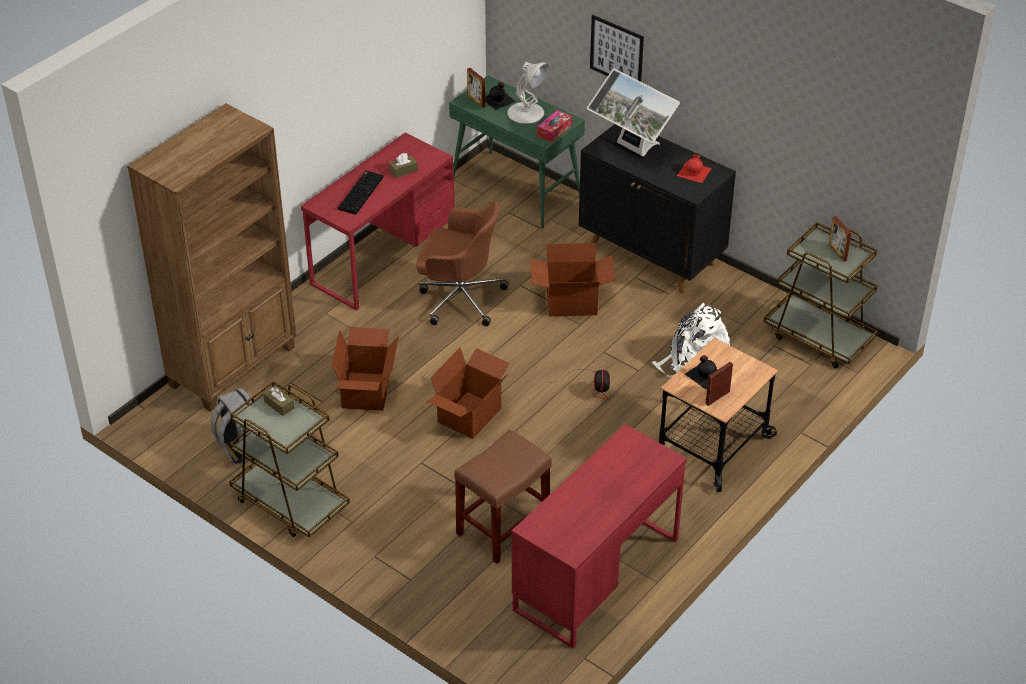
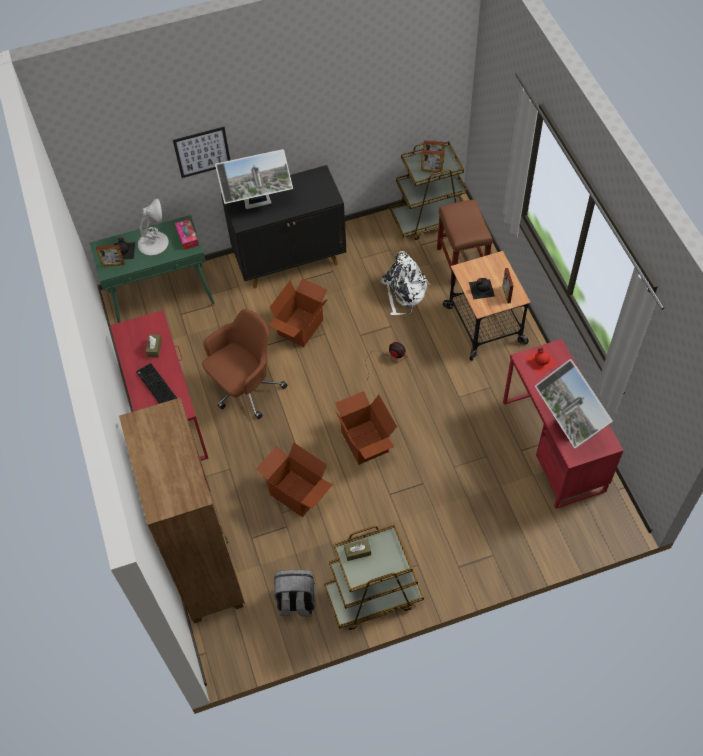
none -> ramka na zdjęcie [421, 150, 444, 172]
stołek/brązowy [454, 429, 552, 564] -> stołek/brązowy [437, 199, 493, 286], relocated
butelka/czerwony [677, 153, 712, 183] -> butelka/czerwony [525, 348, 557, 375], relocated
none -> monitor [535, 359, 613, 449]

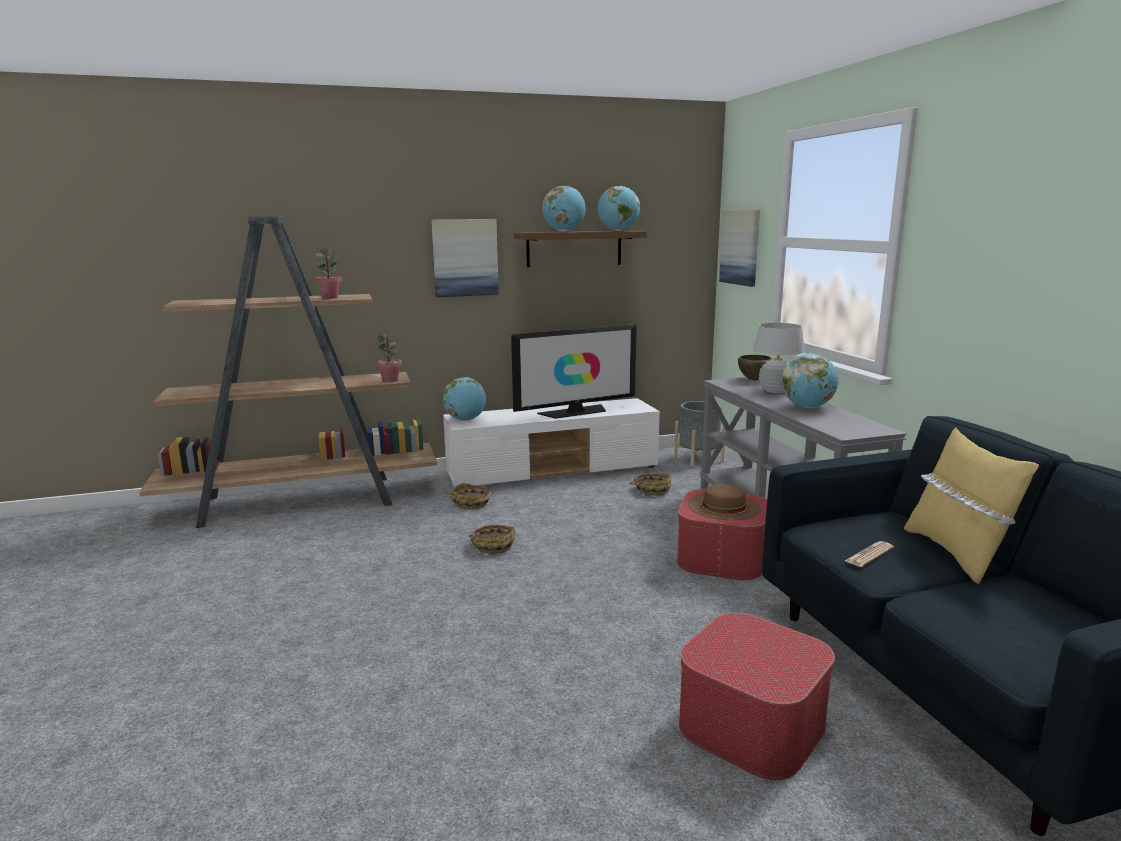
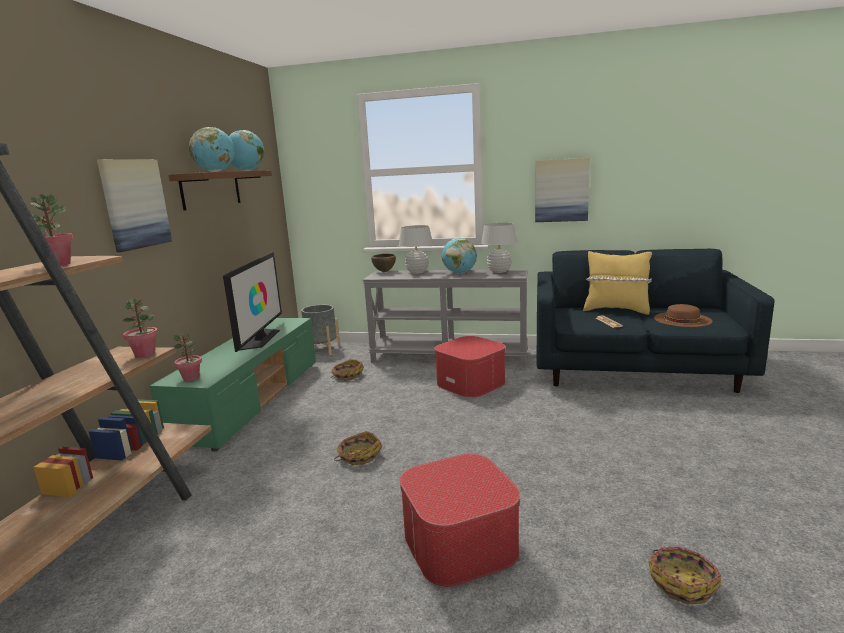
szafka pod telewizor/biały [443, 398, 660, 487] -> szafka pod telewizor/zielony [150, 318, 316, 452]
globus [443, 377, 486, 421] -> roślina doniczkowa [173, 333, 202, 381]
pufa [679, 613, 835, 781] -> pufa [399, 454, 520, 587], relocated
none -> lampa stołowa/biały [481, 223, 517, 273]
obraz [719, 210, 760, 287] -> obraz [535, 158, 590, 222], relocated
koszyk [450, 483, 492, 510] -> koszyk [649, 547, 721, 604], relocated
kapelusz/brązowy [688, 484, 761, 520] -> kapelusz/brązowy [654, 304, 712, 327], relocated

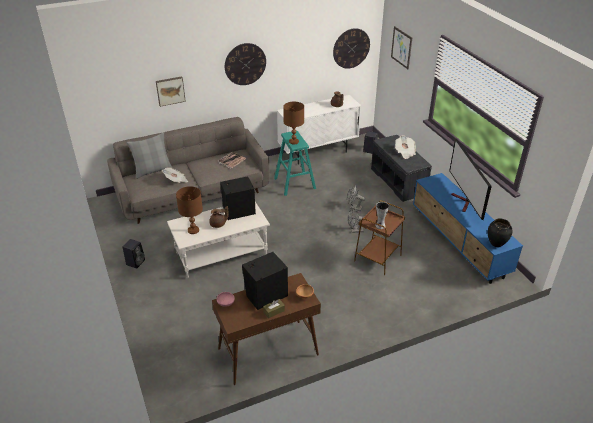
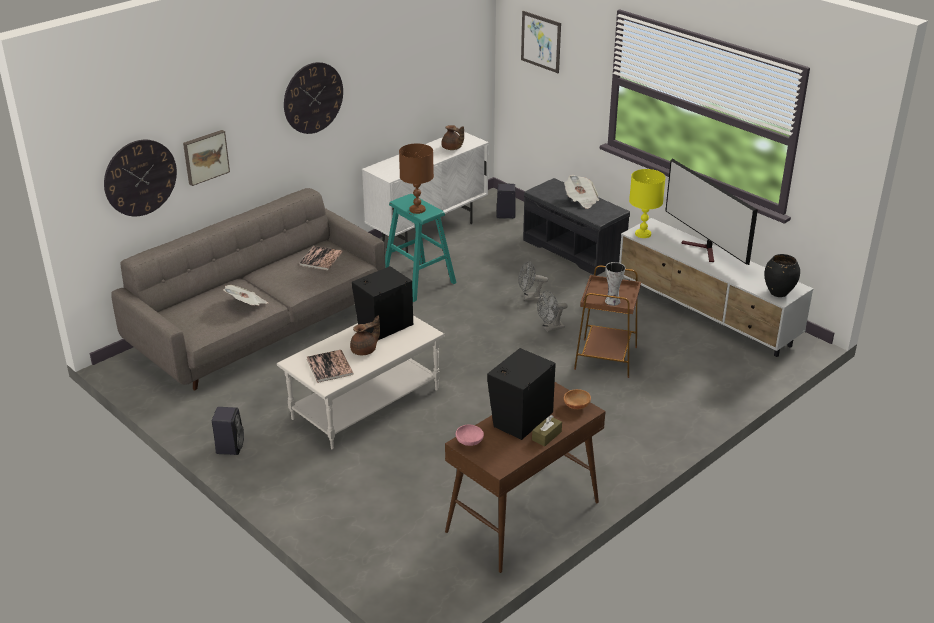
zegar ścienny [333, 28, 370, 69] -> zegar ścienny [104, 140, 177, 216], relocated
lampa stołowa/brązowy [176, 186, 203, 234] -> książka [307, 350, 354, 383]
szafka pod telewizor/niebieski [413, 173, 523, 284] -> szafka pod telewizor/biały [619, 218, 814, 357]
none -> lampa stołowa/żółty [629, 169, 666, 238]
poduszka/szary [126, 132, 172, 179] -> none

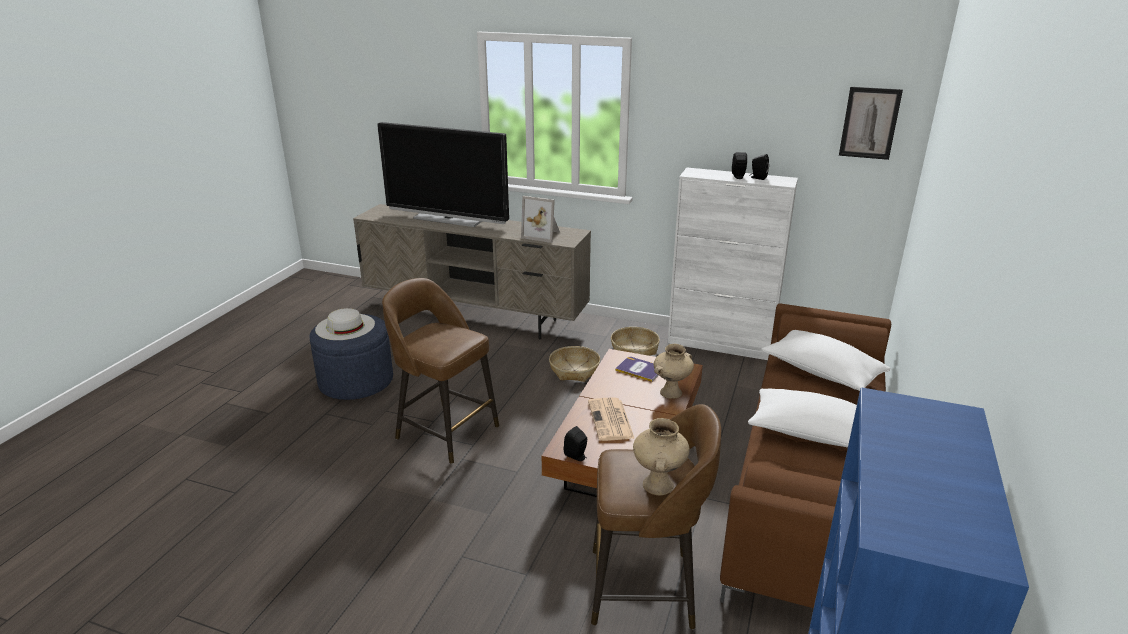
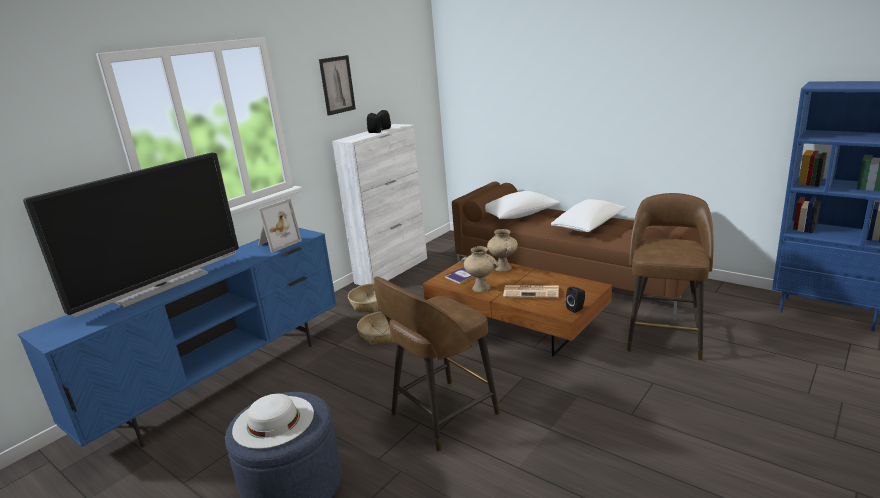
szafka pod telewizor/beżowy [353, 204, 591, 339] -> szafka pod telewizor/niebieski [18, 228, 337, 448]
obraz [839, 87, 903, 160] -> obraz [319, 55, 356, 116], relocated
wazon/beżowy [633, 418, 689, 495] -> wazon/beżowy [461, 246, 499, 292], relocated

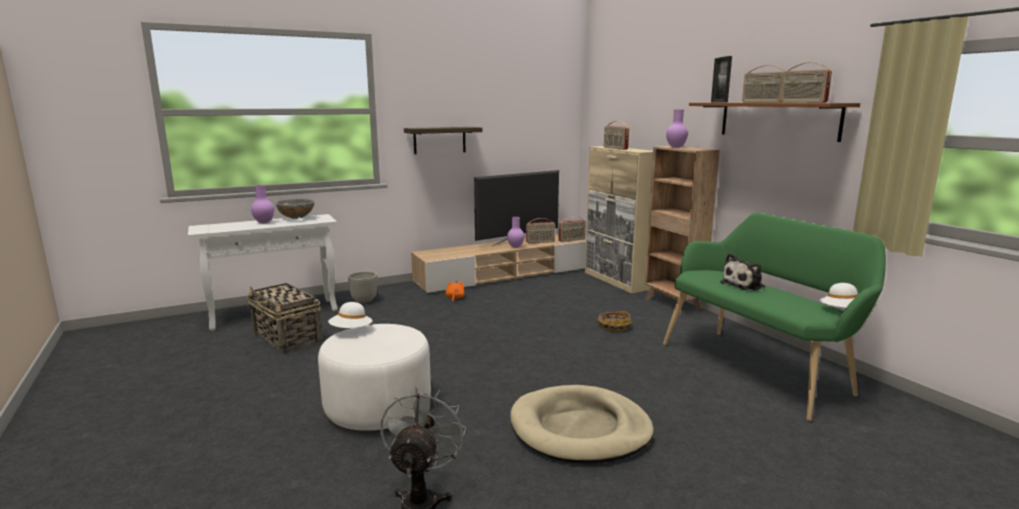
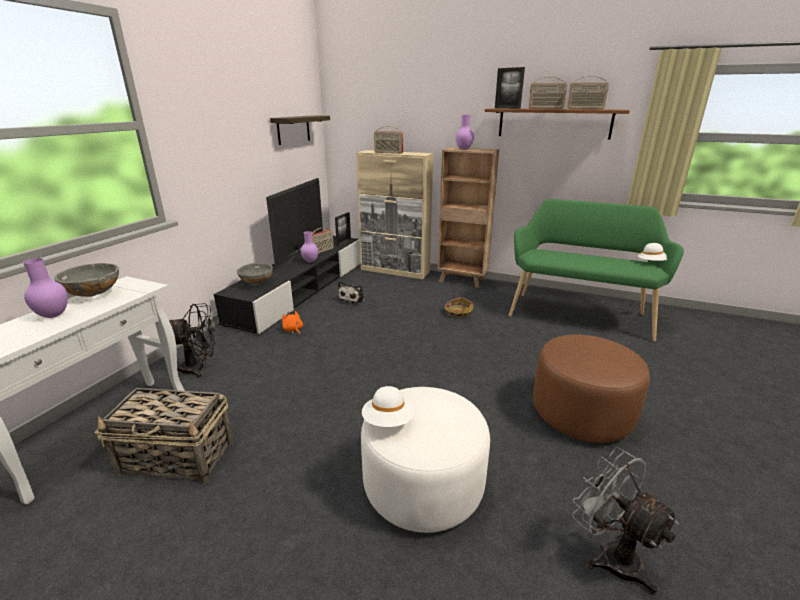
donica [348, 271, 378, 304] -> wentylator/czarny [169, 303, 215, 378]
szafka pod telewizor/beżowy [411, 234, 586, 294] -> szafka pod telewizor/czarny [213, 236, 361, 335]
none -> miska/szary [237, 263, 273, 285]
półka [404, 127, 483, 154] -> półka [270, 115, 330, 145], relocated
radio [559, 216, 586, 242] -> ramka na zdjęcie [335, 212, 351, 247]
pluszak [720, 253, 766, 291] -> pluszak [338, 281, 365, 304], relocated
legowisko/beżowy [510, 385, 654, 464] -> pufa/brązowy [533, 335, 650, 443]

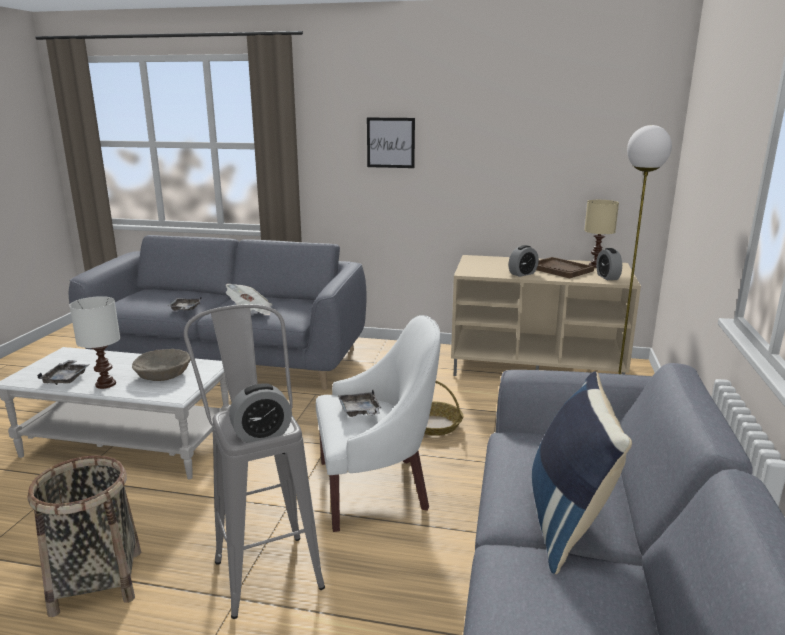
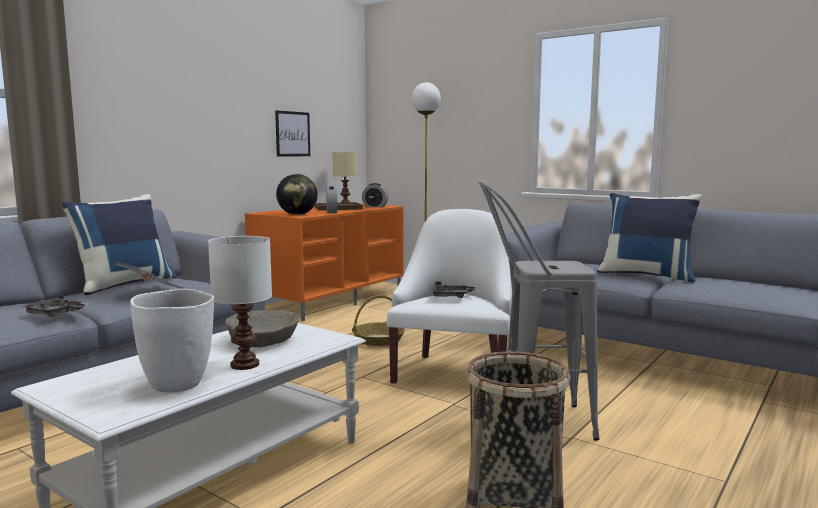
none -> poduszka/niebieski [61, 194, 177, 296]
taca/szary [37, 360, 89, 385] -> wazon/biały [130, 289, 214, 393]
szafka pod telewizor/beżowy [451, 255, 641, 376] -> szafka pod telewizor/pomarańczowy [245, 203, 404, 321]
obraz [367, 117, 415, 168] -> obraz [275, 110, 310, 157], relocated
none -> globus [276, 174, 318, 215]
budzik [229, 383, 292, 443] -> none

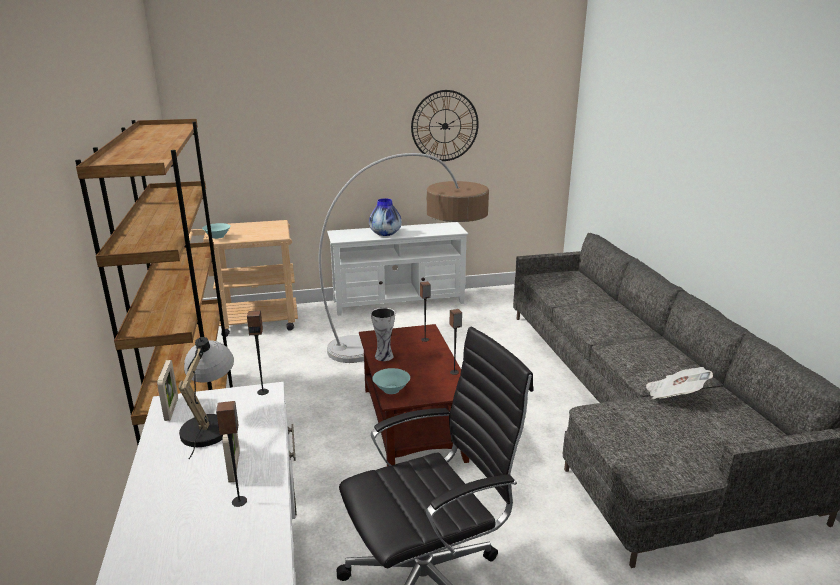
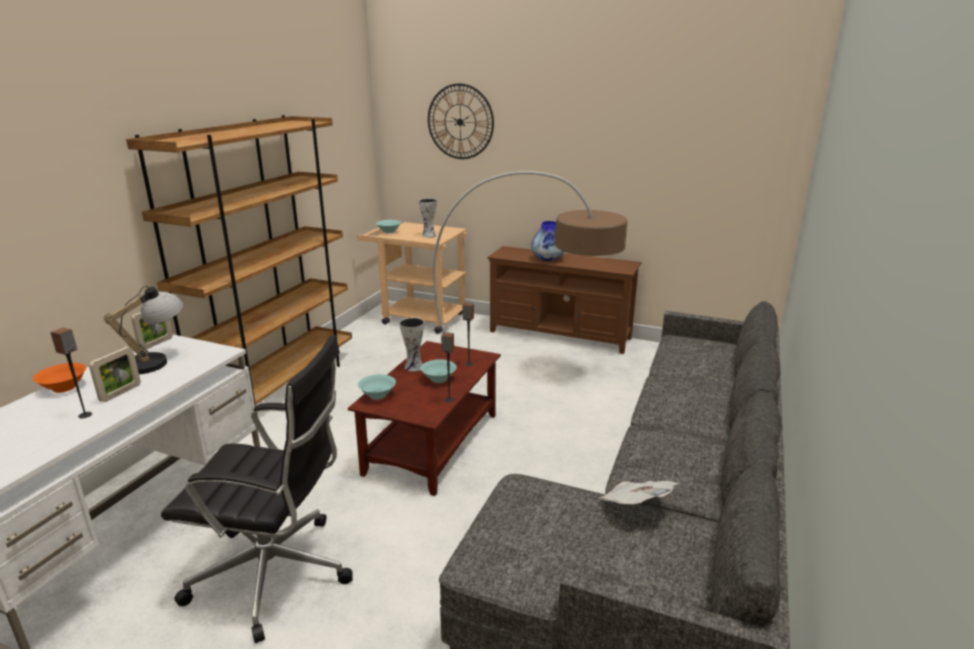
none -> miska/pomarańczowy [33, 363, 86, 393]
none -> wazon [419, 198, 437, 238]
none -> miska/turkusowy [421, 359, 457, 383]
zegar ścienny [411, 90, 479, 161] -> zegar ścienny [428, 83, 494, 159], relocated
szafka pod telewizor/biały [327, 222, 468, 316] -> szafka pod telewizor/brązowy [488, 246, 642, 354]
głośnik [247, 310, 269, 395] -> none

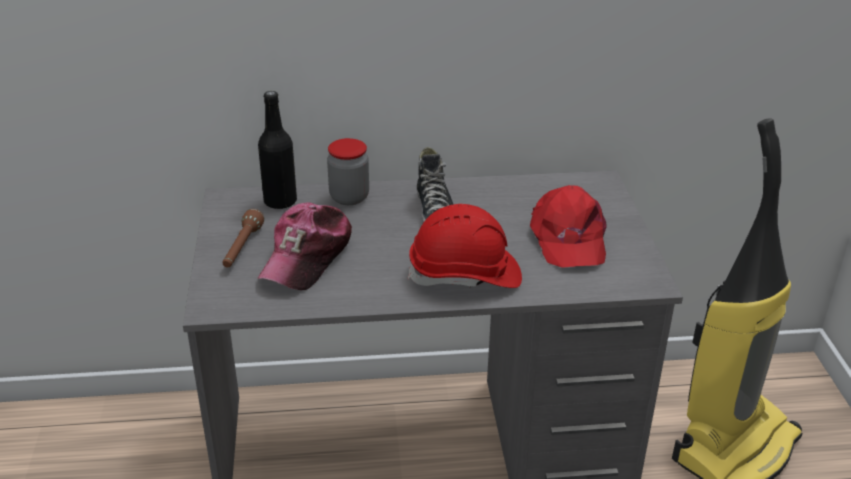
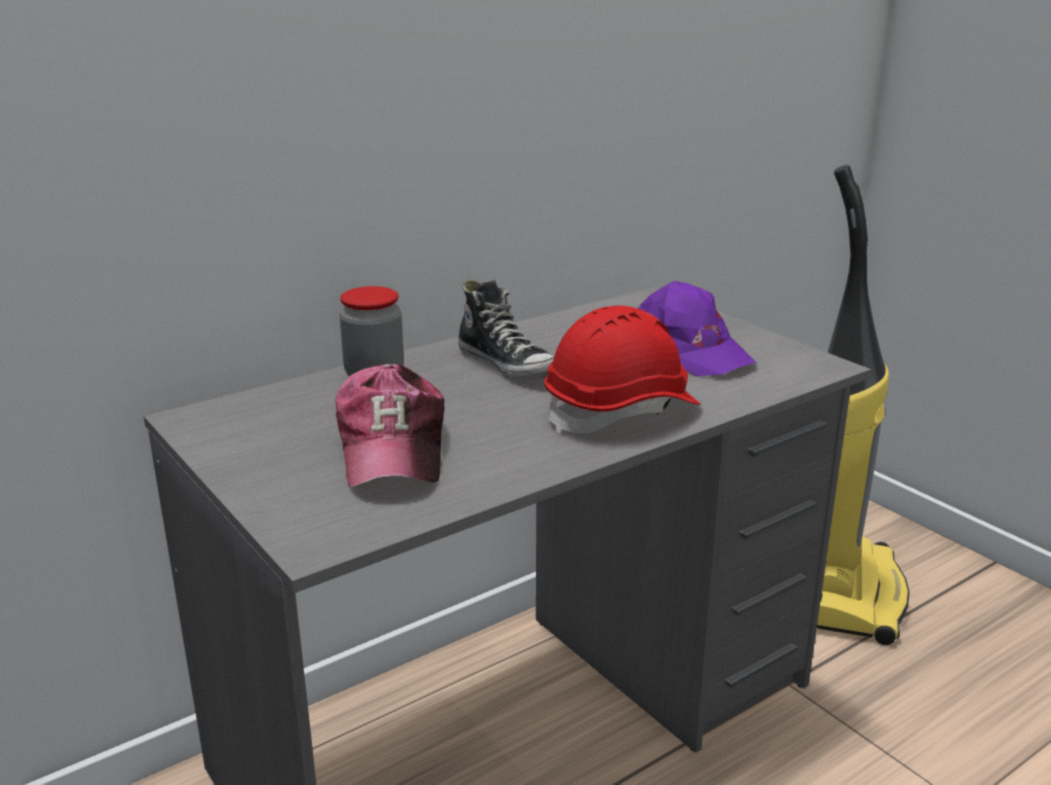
czapka z daszkiem/czerwony [530, 185, 607, 268] -> czapka z daszkiem/fioletowy [638, 281, 756, 377]
latarka/brązowy [222, 209, 264, 268] -> none
butelka/czarny [258, 91, 297, 209] -> none

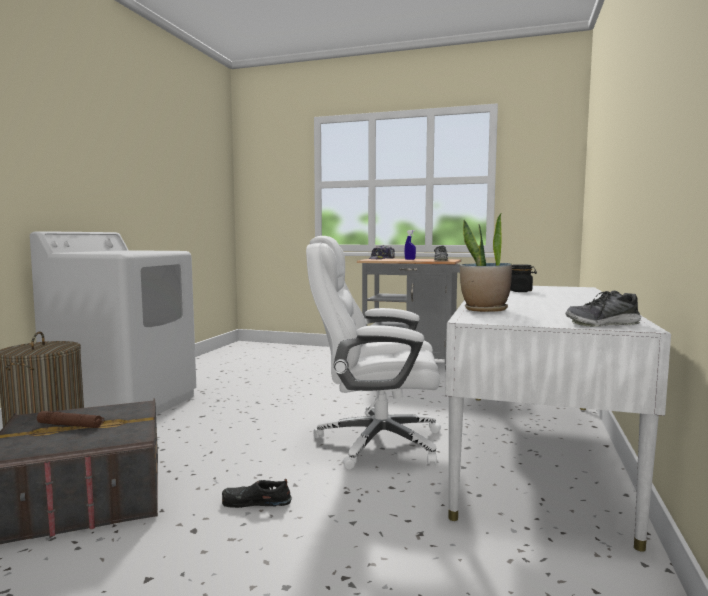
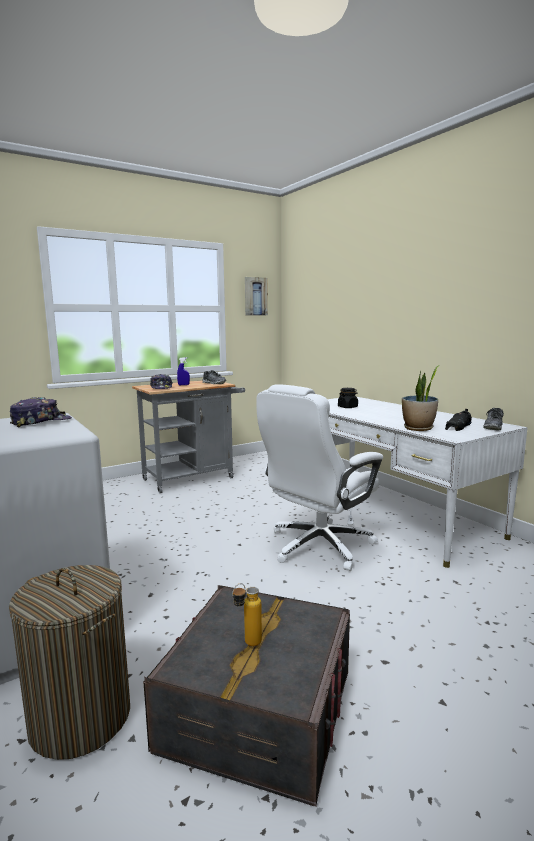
none -> czapka z daszkiem [10, 397, 72, 427]
latarka/brązowy [37, 411, 105, 428] -> butelka [232, 583, 262, 646]
none -> obraz [245, 277, 268, 315]
but/czarny [222, 478, 292, 508] -> but/czarny [445, 409, 472, 431], relocated

